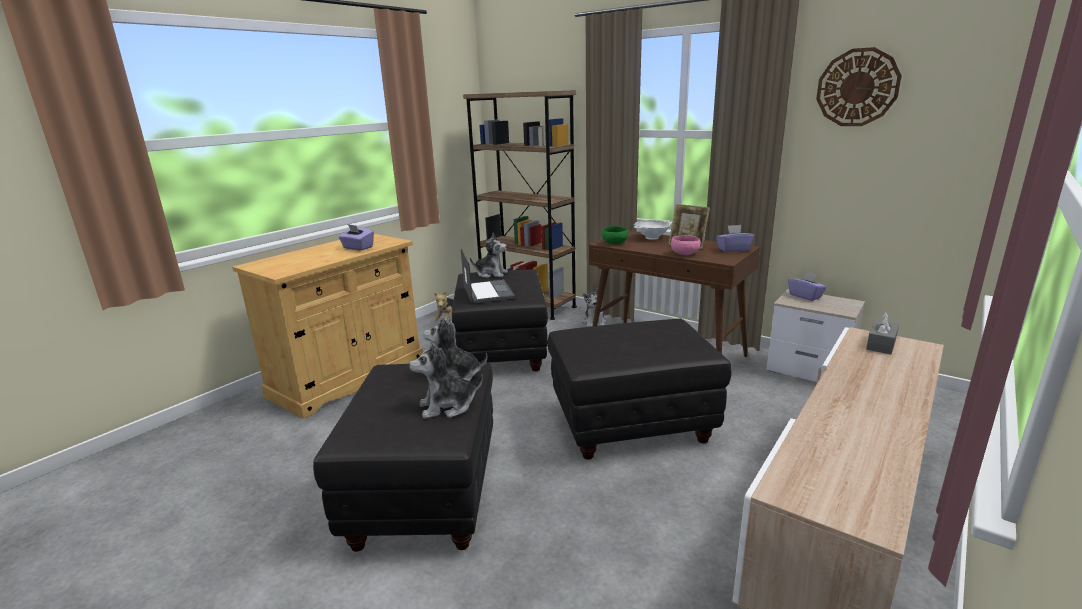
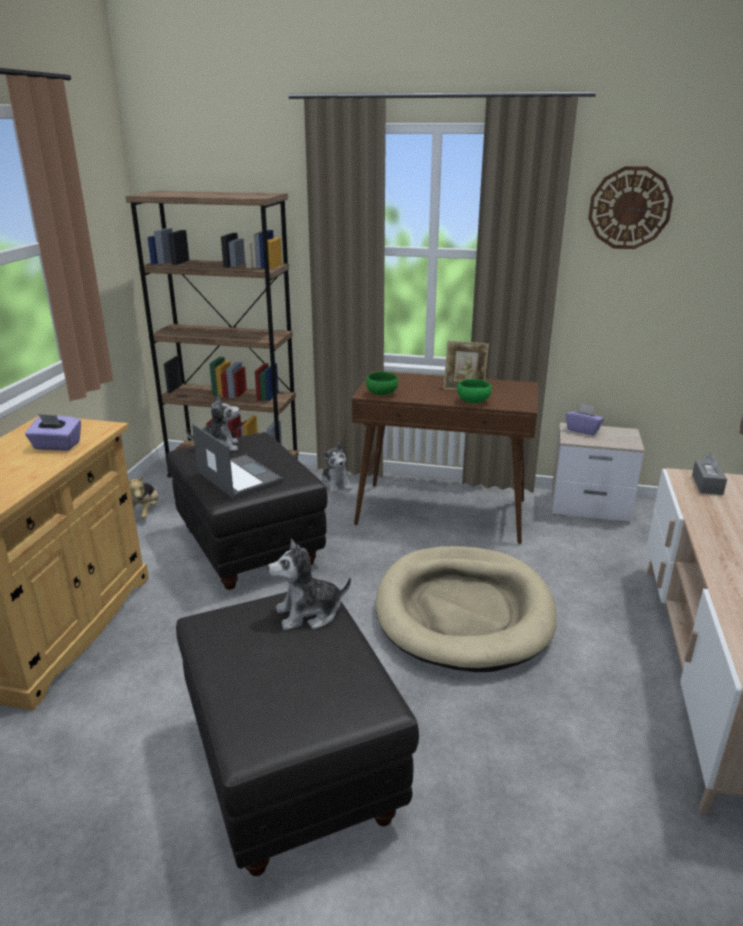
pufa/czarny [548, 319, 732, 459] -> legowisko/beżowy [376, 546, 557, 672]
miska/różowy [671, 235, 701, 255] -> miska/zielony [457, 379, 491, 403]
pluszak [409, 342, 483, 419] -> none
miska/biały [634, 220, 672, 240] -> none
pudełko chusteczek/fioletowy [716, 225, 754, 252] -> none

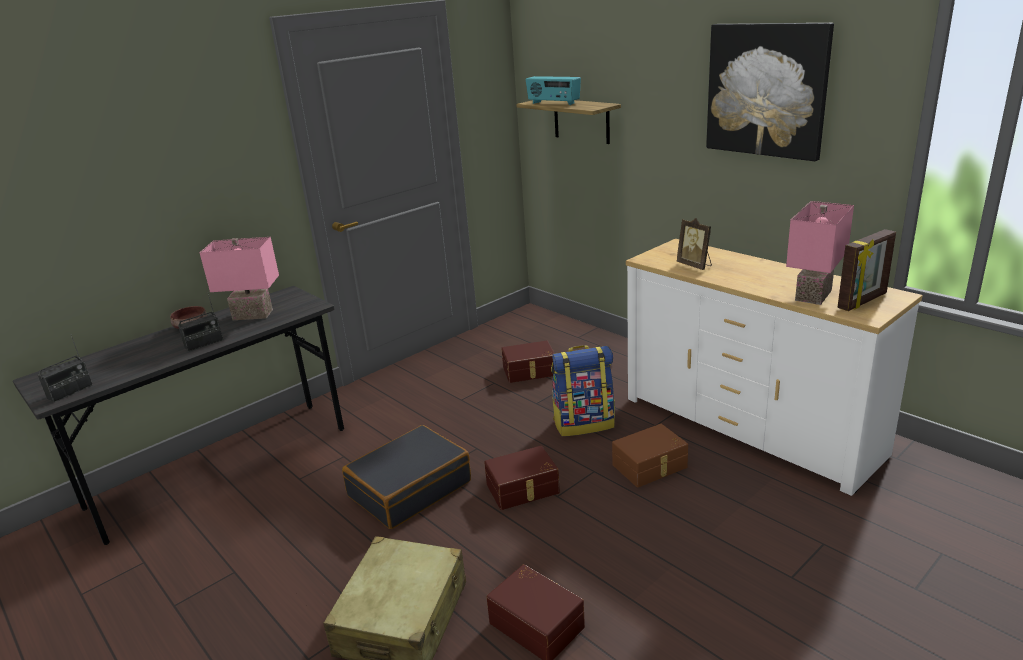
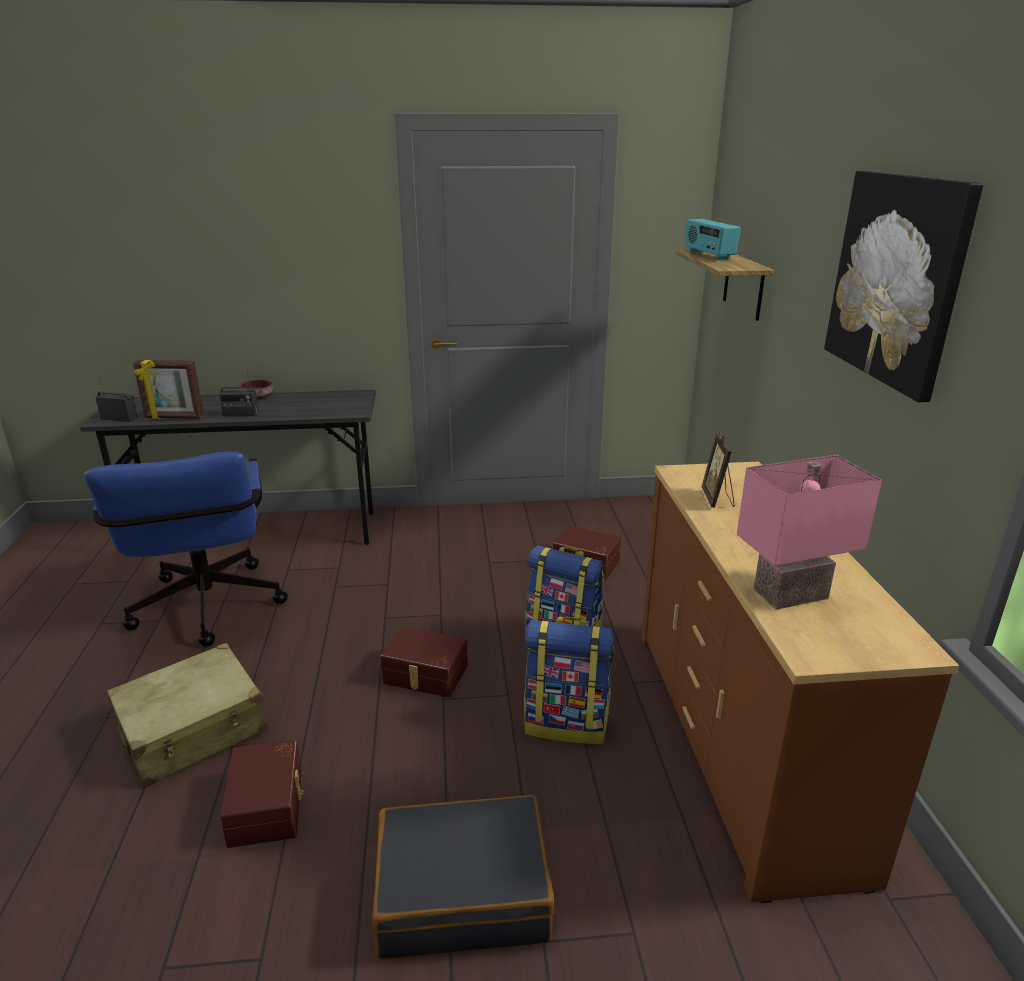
none -> krzesło biurowe/niebieski [84, 452, 288, 647]
radio [38, 336, 93, 402] -> radio [95, 370, 138, 422], 150 degrees counterclockwise
ramka na zdjęcie [837, 229, 896, 311] -> ramka na zdjęcie [133, 360, 204, 419], relocated
walizka/czarny [342, 425, 471, 529] -> walizka/czarny [372, 795, 554, 960], relocated
pojemnik do przechowywania/brązowy [612, 424, 688, 487] -> plecak [524, 617, 614, 744]
komoda/biały [626, 239, 923, 496] -> komoda/brązowy [641, 462, 959, 903]
lampa stołowa/różowy [199, 237, 279, 320] -> none

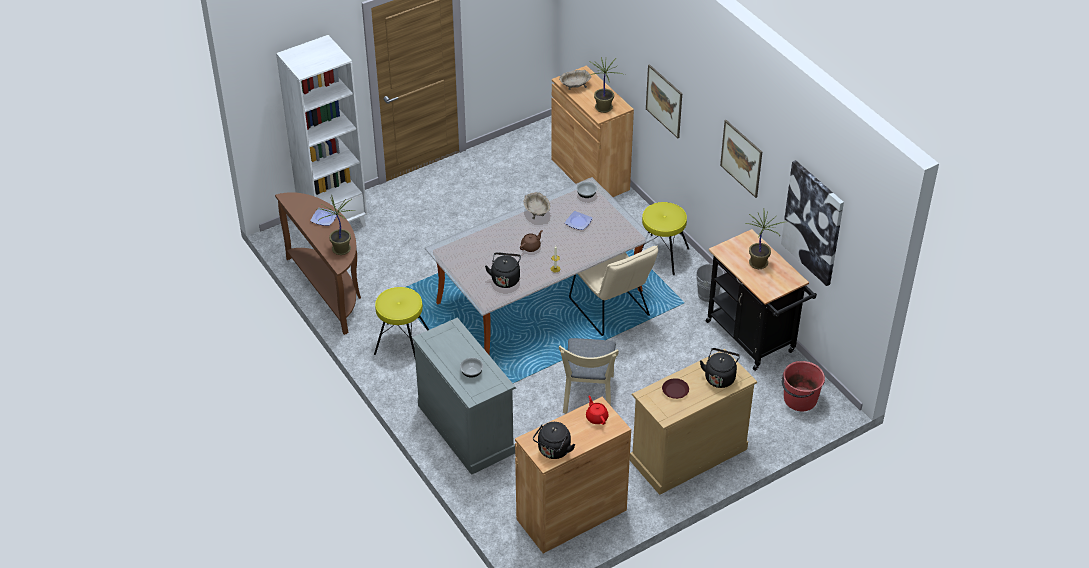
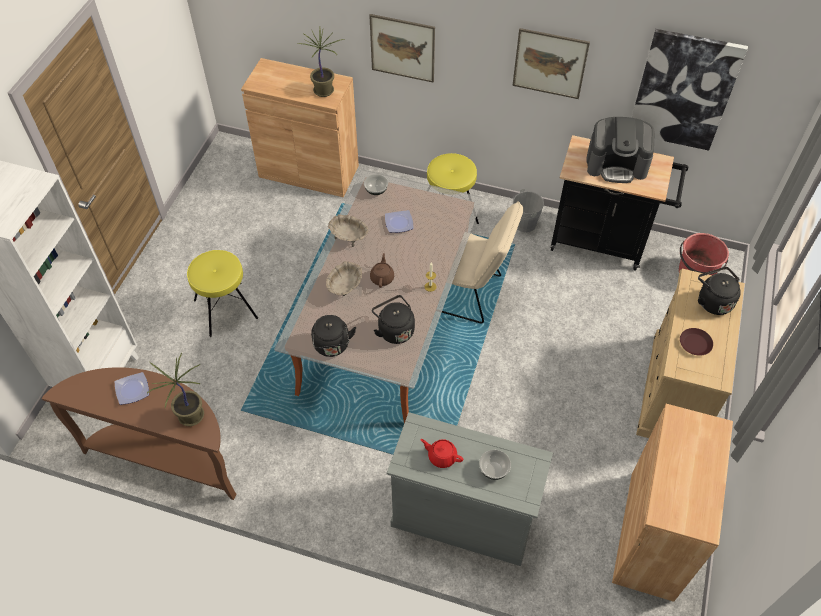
stołek/żółty [374, 287, 429, 357] -> stołek/żółty [187, 250, 258, 337], relocated
czajnik/czarny [533, 422, 575, 459] -> czajnik/czarny [311, 315, 356, 357], relocated
miska/beżowy [559, 70, 591, 90] -> miska/beżowy [326, 261, 362, 296], relocated
imbryk/czerwony [586, 396, 609, 425] -> imbryk/czerwony [420, 439, 463, 468], relocated
roślina doniczkowa [745, 210, 784, 269] -> ekspres do kawy [587, 117, 655, 183]
krzesło/beżowy [559, 338, 619, 414] -> none

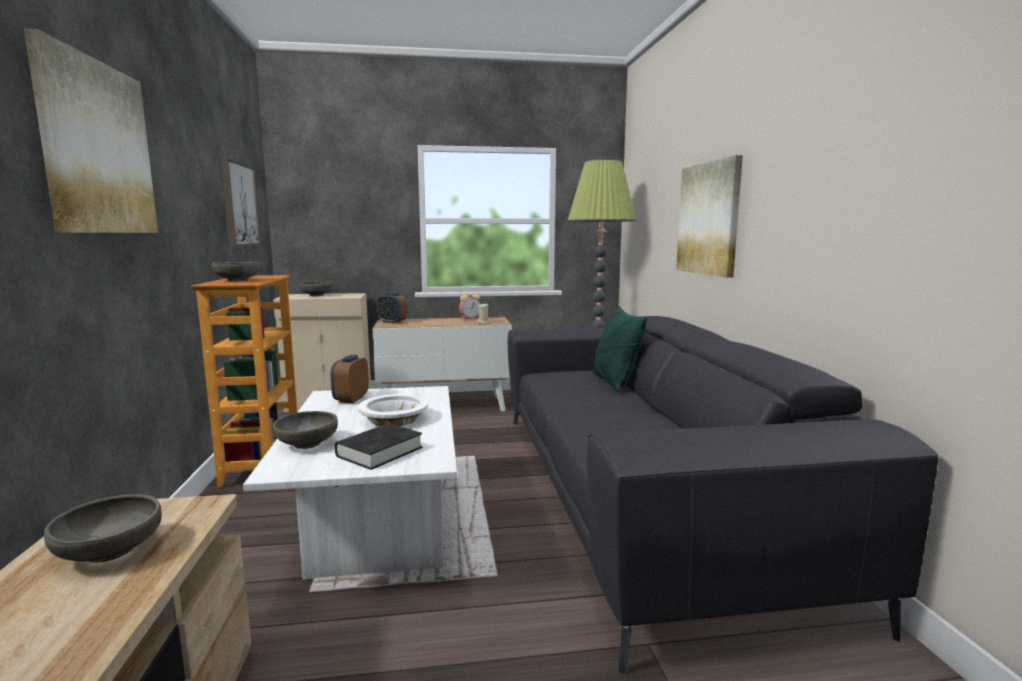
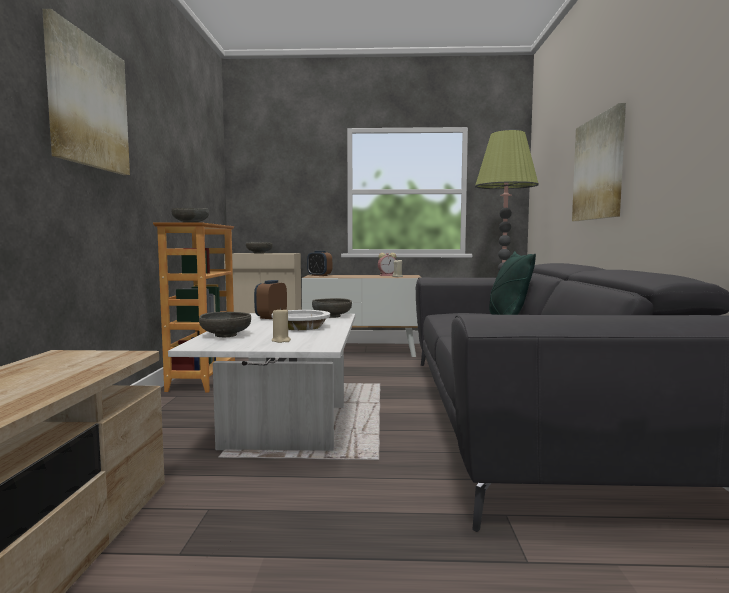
książka/czarny [335, 423, 422, 470] -> świeca/beżowy [271, 307, 291, 343]
miska/szary [44, 494, 162, 563] -> miska/szary [312, 298, 352, 318], relocated
obraz [221, 158, 261, 246] -> none

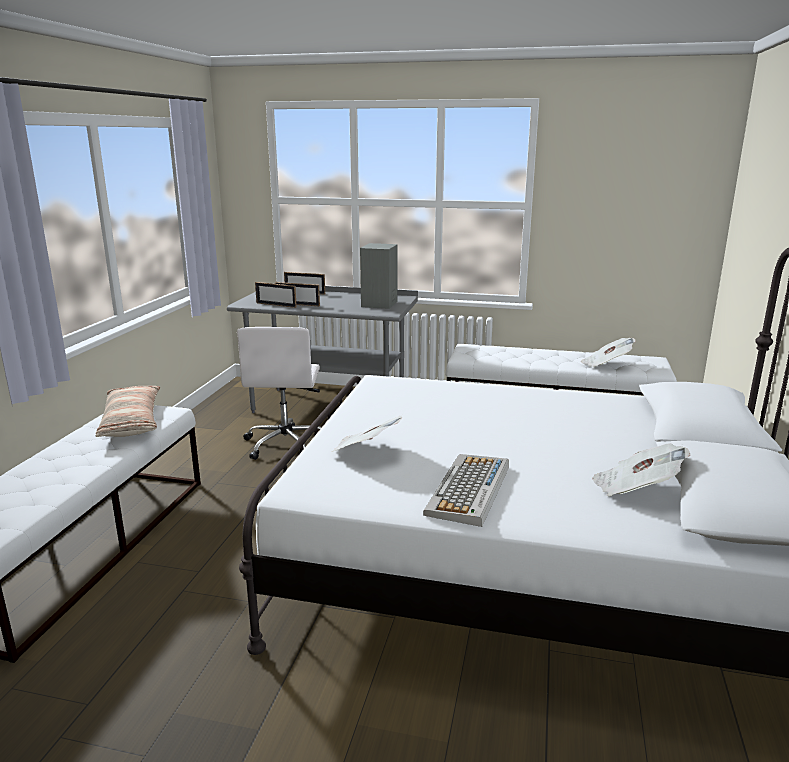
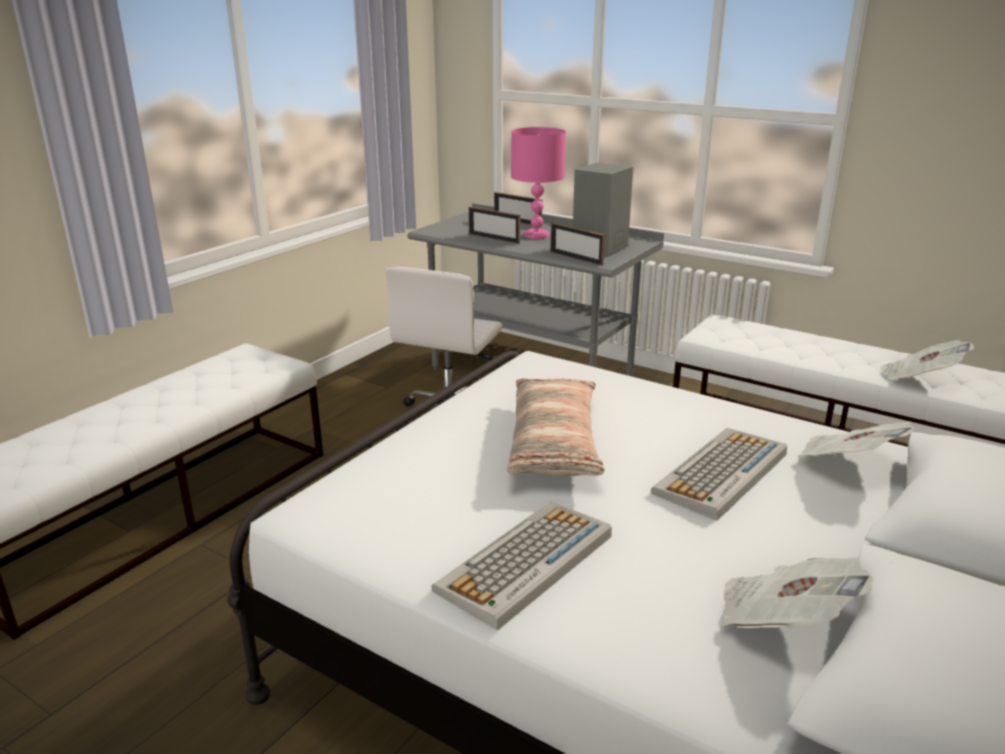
poduszka [95, 386, 160, 437] -> poduszka [507, 378, 605, 476], relocated
none -> lampa stołowa/różowy [511, 127, 566, 239]
ramka na zdjęcie [255, 282, 297, 308] -> ramka na zdjęcie [550, 223, 605, 266], relocated
none -> klawiatura [651, 428, 787, 521]
gazeta [331, 415, 402, 452] -> gazeta [798, 422, 914, 456], relocated

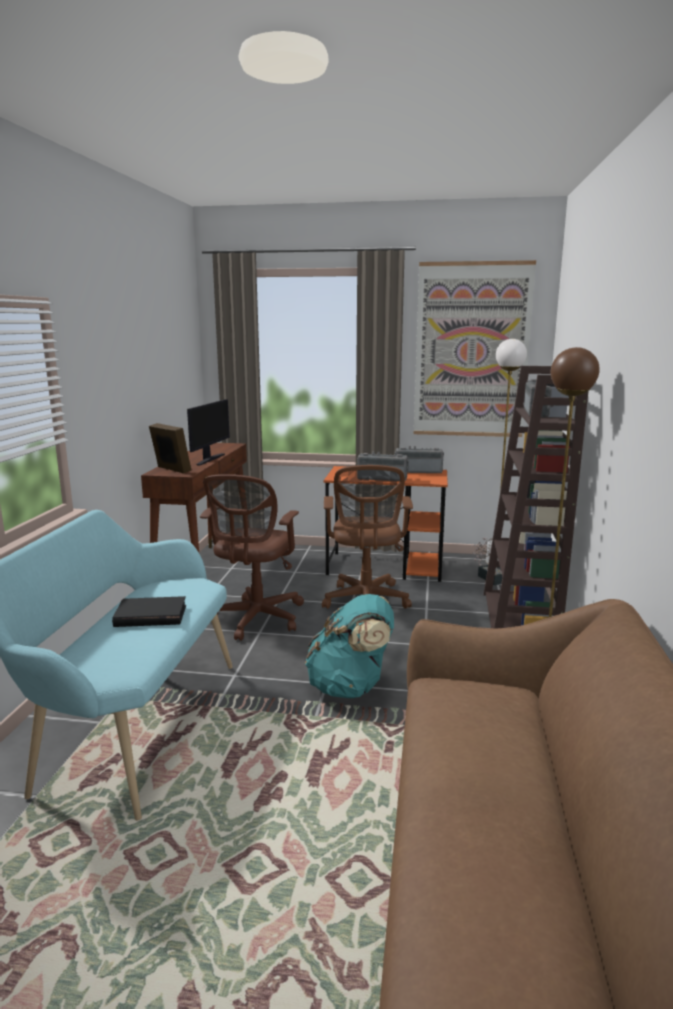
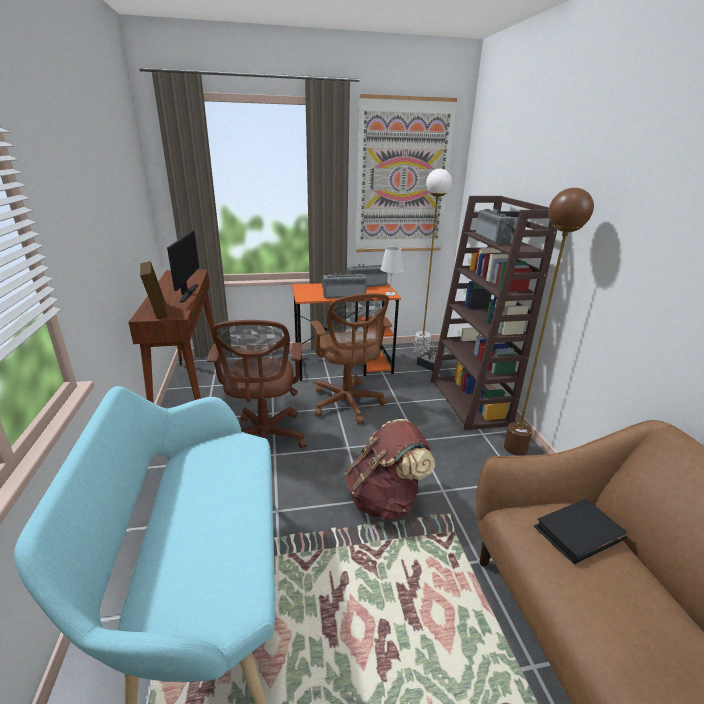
ramka na zdjęcie [149, 423, 191, 473] -> ramka na zdjęcie [140, 261, 167, 319], 45 degrees clockwise
plecak/turkusowy [305, 594, 394, 698] -> plecak/brązowy [345, 419, 435, 520]
none -> lampa stołowa/biały [380, 247, 404, 296]
książka/czarny [112, 596, 186, 627] -> książka/czarny [534, 499, 627, 564], relocated

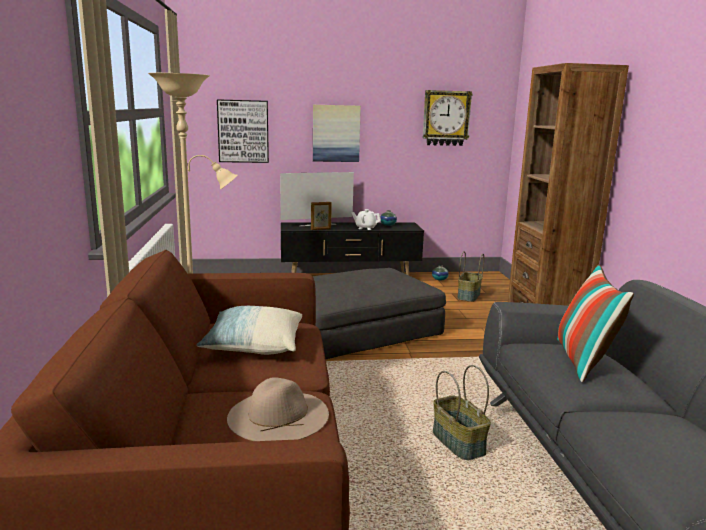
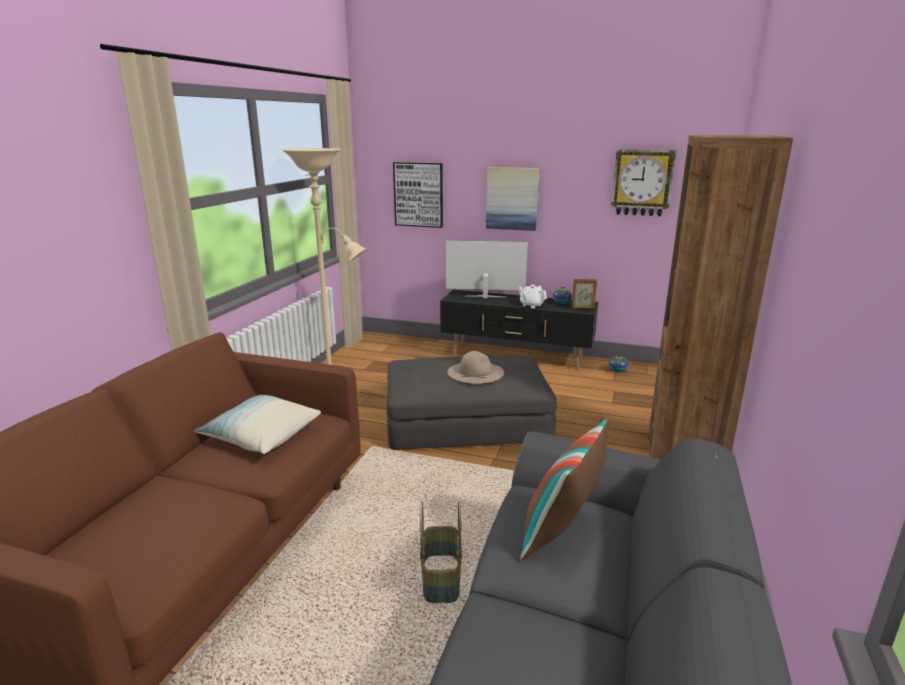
kapelusz/beżowy [227, 377, 329, 441] -> kapelusz/beżowy [447, 351, 504, 384], relocated
ramka na zdjęcie [311, 202, 332, 230] -> ramka na zdjęcie [572, 279, 597, 309], relocated
koszyk [458, 251, 484, 302] -> none

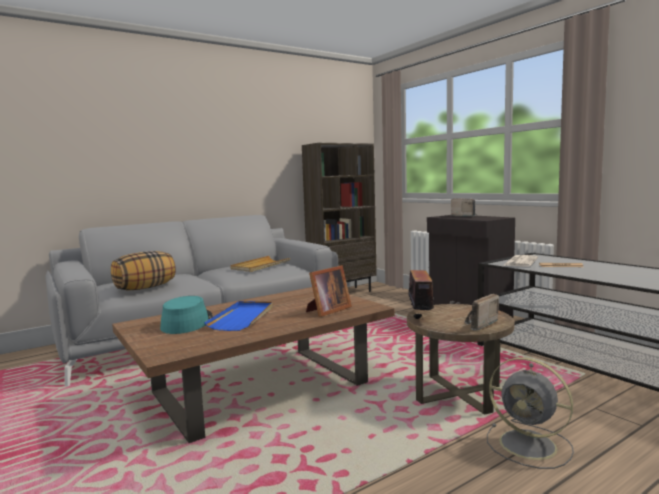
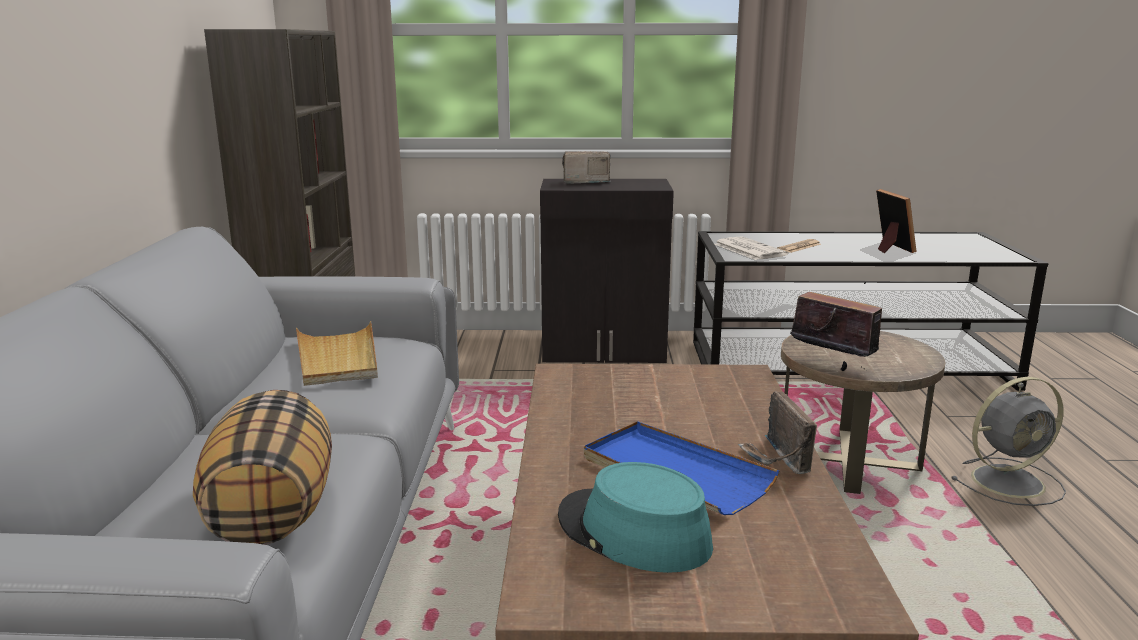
radio [464, 294, 499, 331] -> radio [738, 391, 817, 474], relocated
ramka na zdjęcie [306, 265, 352, 317] -> ramka na zdjęcie [876, 189, 917, 253], relocated

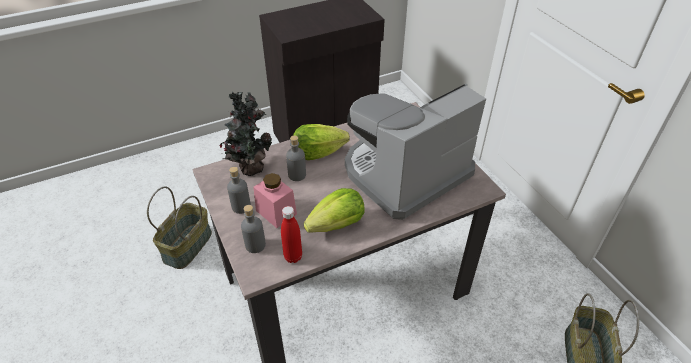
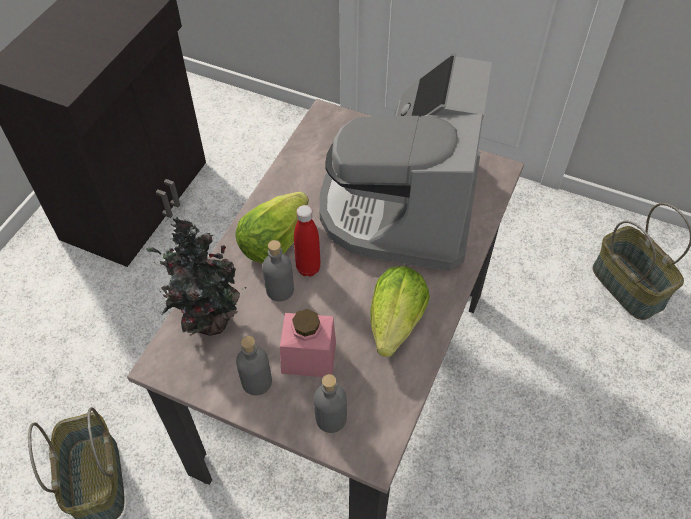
butelka/czerwony [281, 206, 302, 263] -> butelka/czerwony [294, 205, 321, 277], relocated

